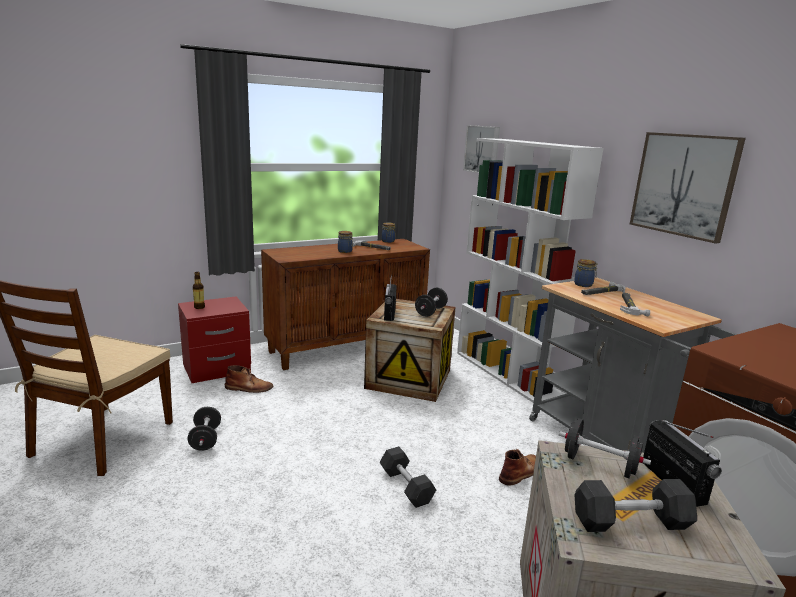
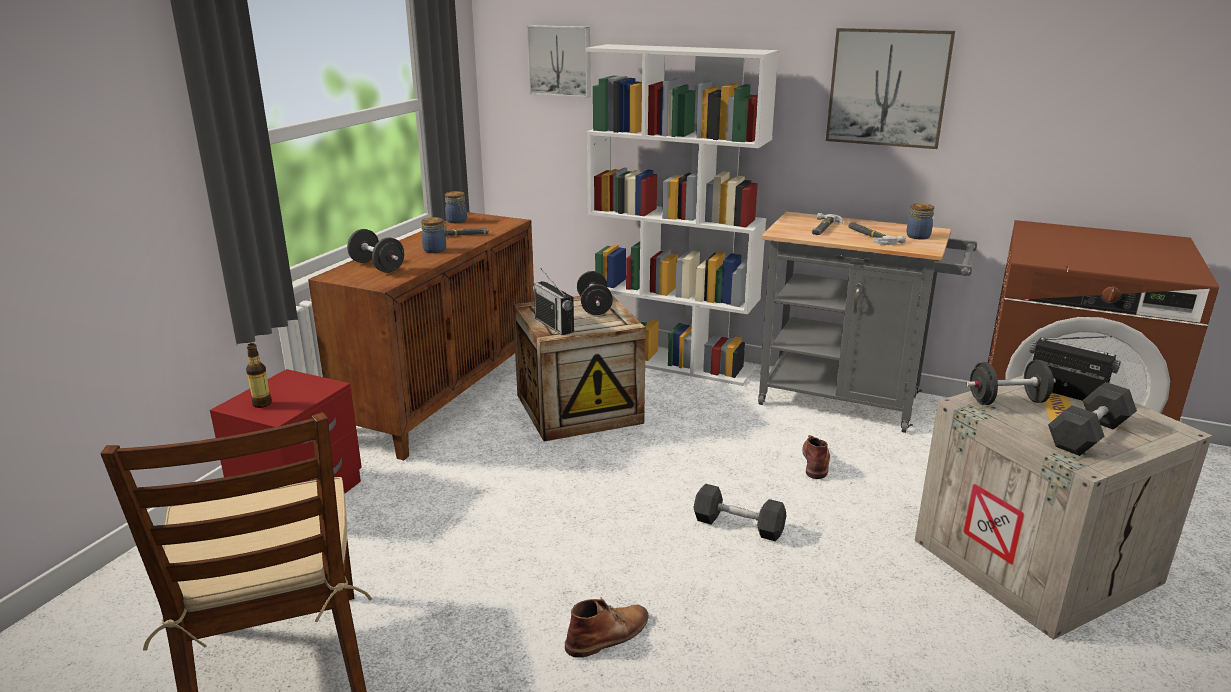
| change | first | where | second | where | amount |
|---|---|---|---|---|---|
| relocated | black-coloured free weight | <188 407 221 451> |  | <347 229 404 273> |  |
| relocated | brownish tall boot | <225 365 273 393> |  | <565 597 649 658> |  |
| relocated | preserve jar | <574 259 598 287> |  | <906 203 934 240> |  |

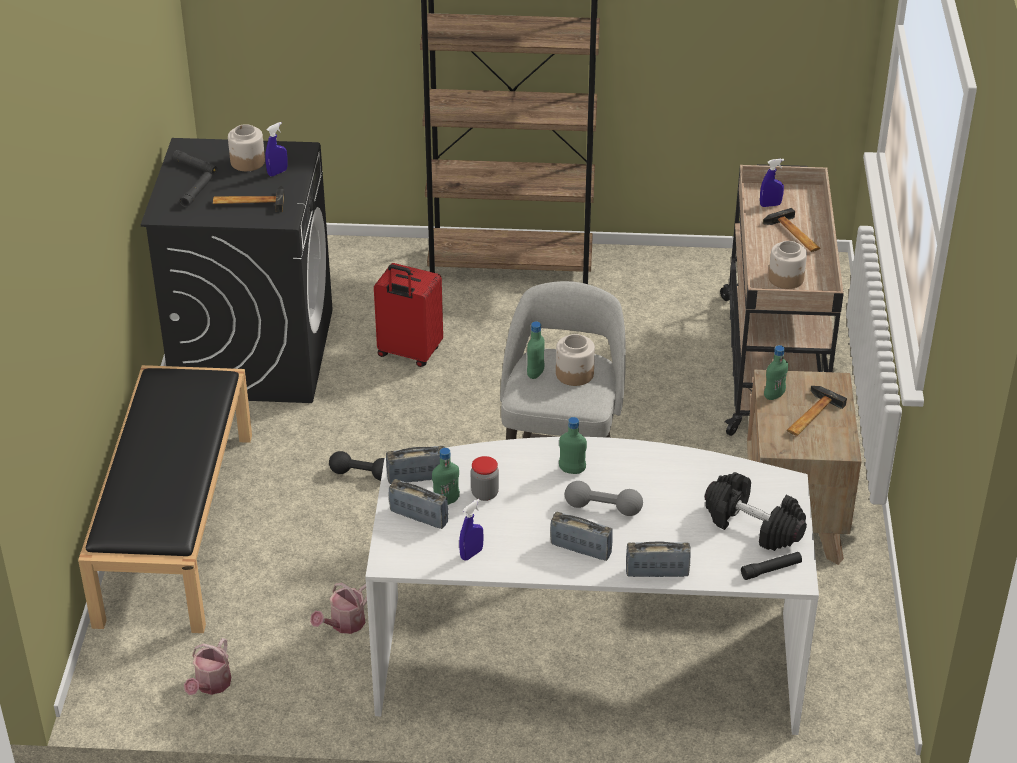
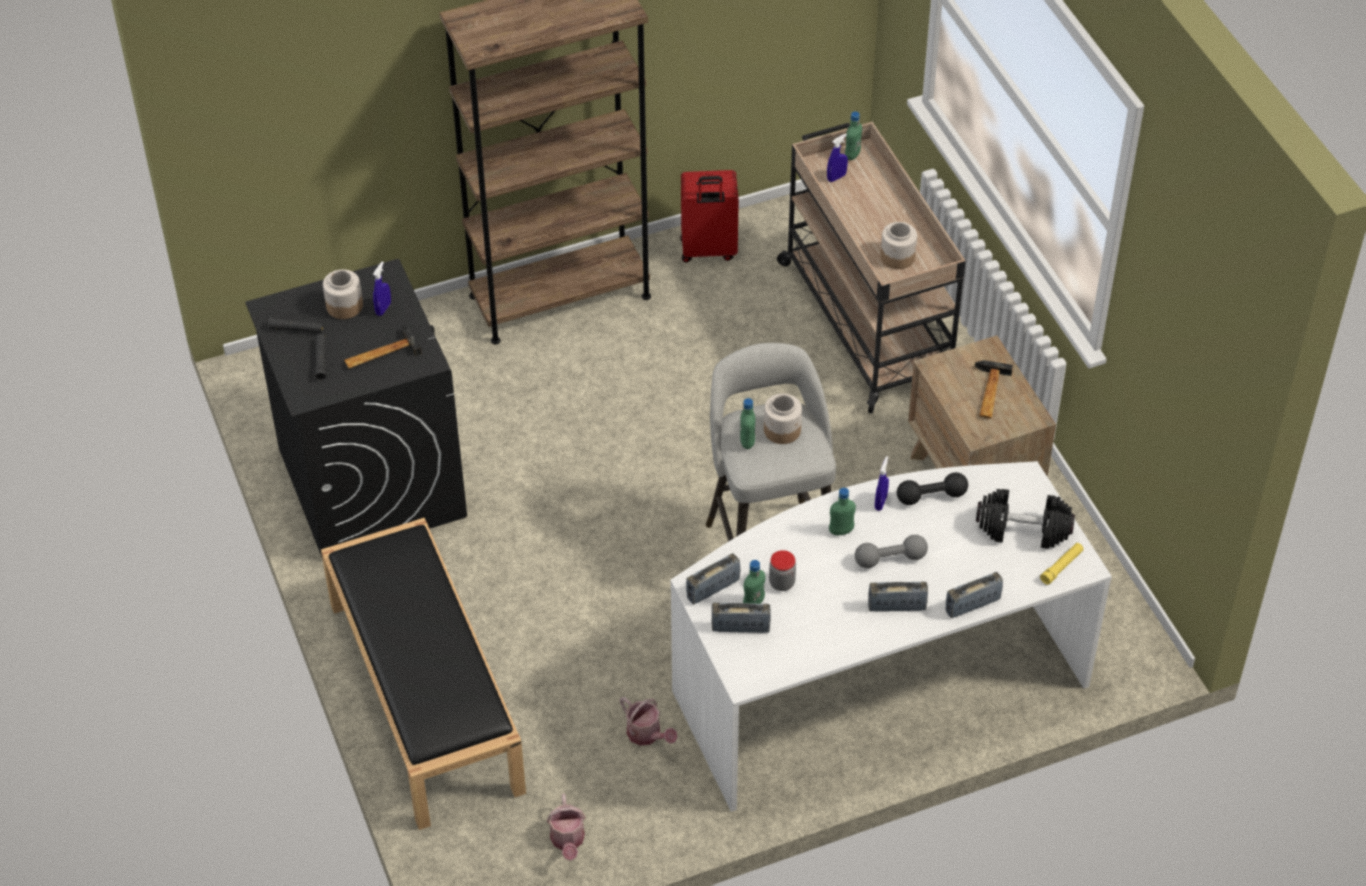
| change | first | where | second | where | amount |
|---|---|---|---|---|---|
| spun | watering can | <310 583 367 634> |  | <620 697 678 746> | 60 degrees counterclockwise |
| relocated | red-coloured suitcase | <374 263 443 367> |  | <680 170 739 262> |  |
| relocated | green-coloured bottle | <764 345 788 400> |  | <845 111 862 160> |  |
| relocated | blue spray bottle | <459 499 484 561> |  | <875 456 889 511> |  |
| relocated | black-coloured free weight | <329 451 384 481> |  | <897 472 968 505> |  |
| colour | black-coloured torch | <741 552 802 580> | yellow torch | <1040 543 1084 585> |  |
| missing | hammer | <763 208 820 252> |  |  |  |

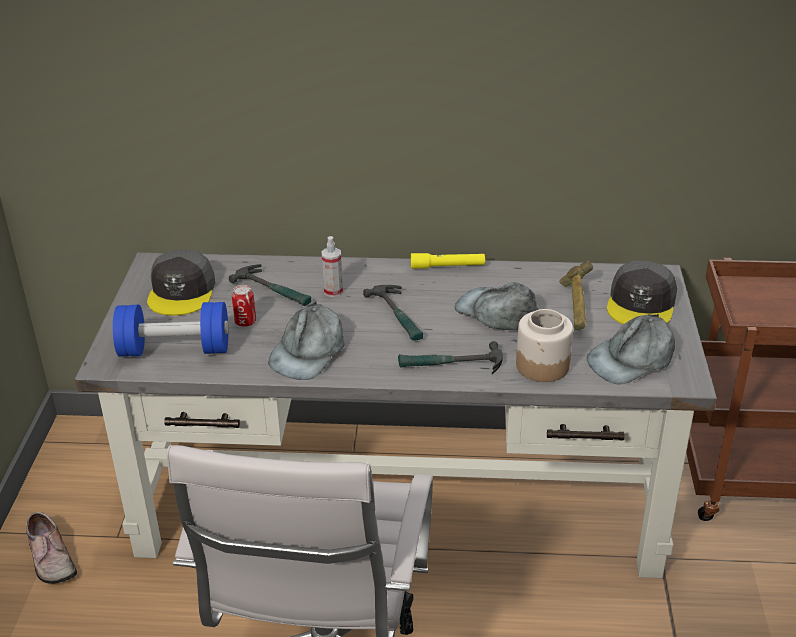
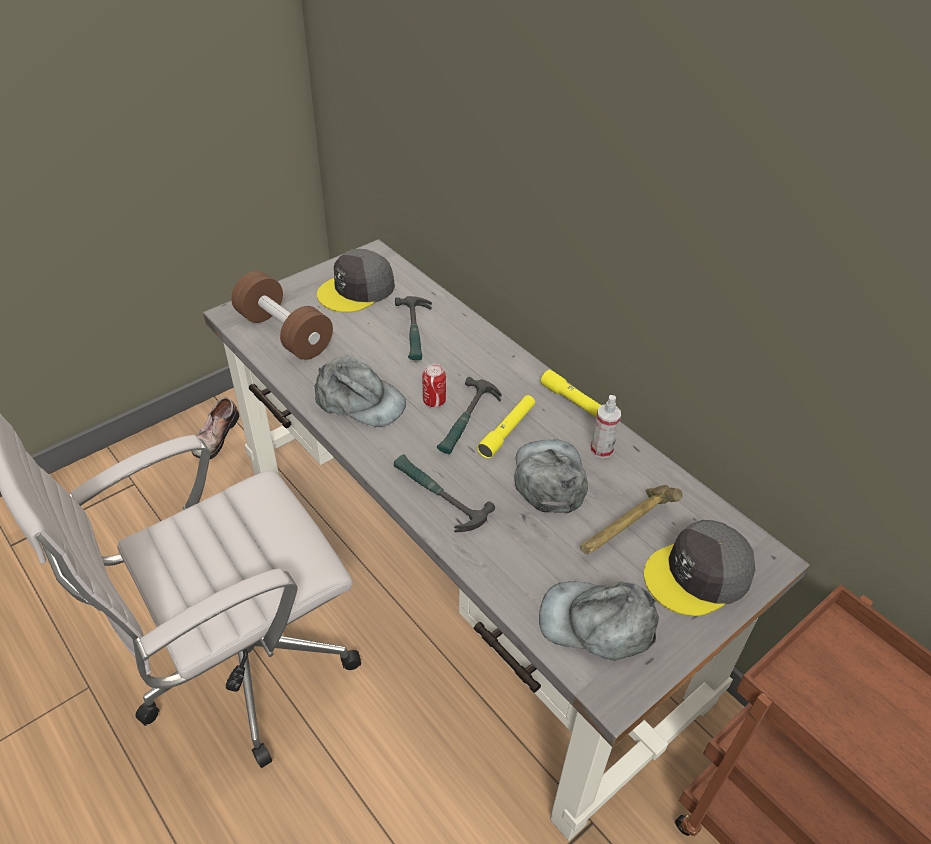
| change | first | where | second | where | amount |
|---|---|---|---|---|---|
| colour | blue free weight | <113 302 229 357> | brownish free weight | <231 271 333 360> |  |
| spun | gray peaked cap | <268 302 344 380> |  | <314 356 406 427> | 135 degrees counterclockwise |
| relocated | can | <232 285 256 327> |  | <423 364 446 407> |  |
| appeared |  |  | yellow torch | <477 395 535 458> |  |
| relocated | spray bottle | <321 236 343 297> |  | <591 395 621 459> |  |
| missing | preserve jar | <516 309 573 382> |  |  |  |

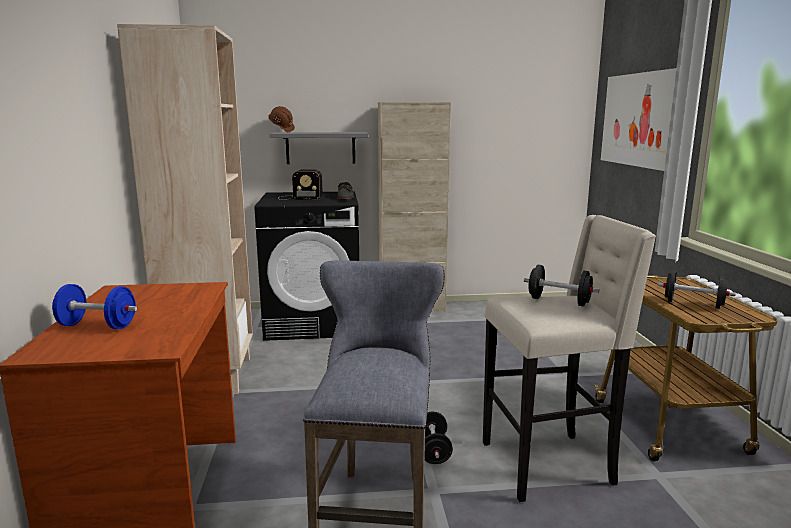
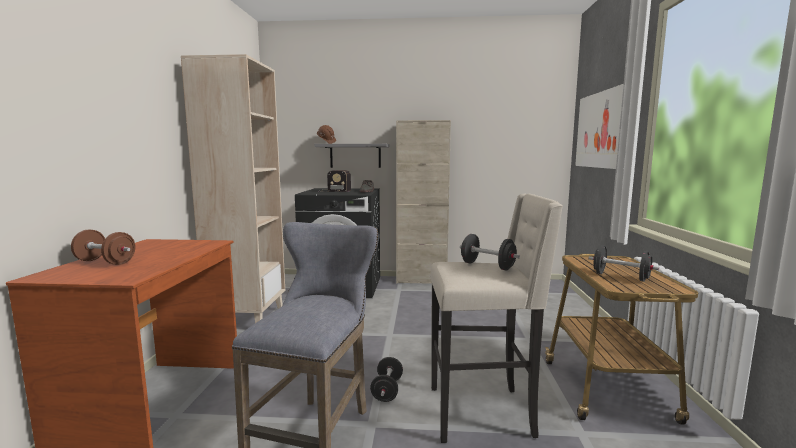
| change | first | where | second | where | amount |
|---|---|---|---|---|---|
| colour | blue free weight | <52 284 137 329> | brownish free weight | <71 230 135 265> |  |

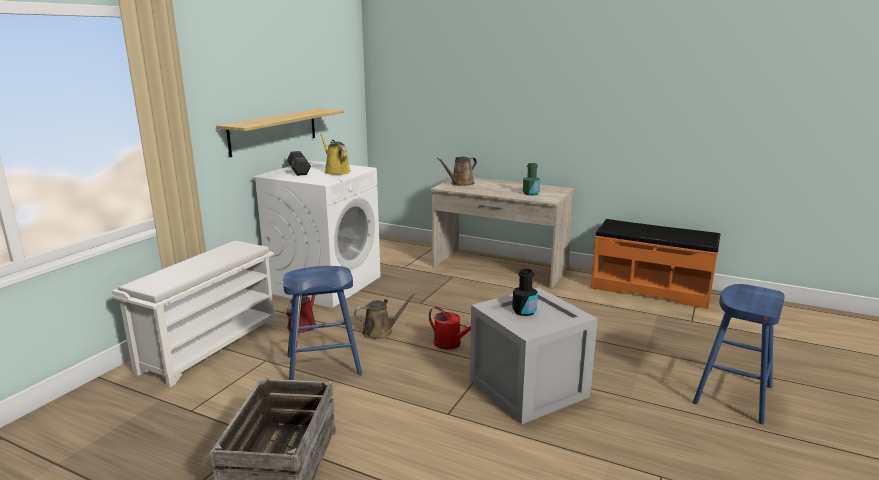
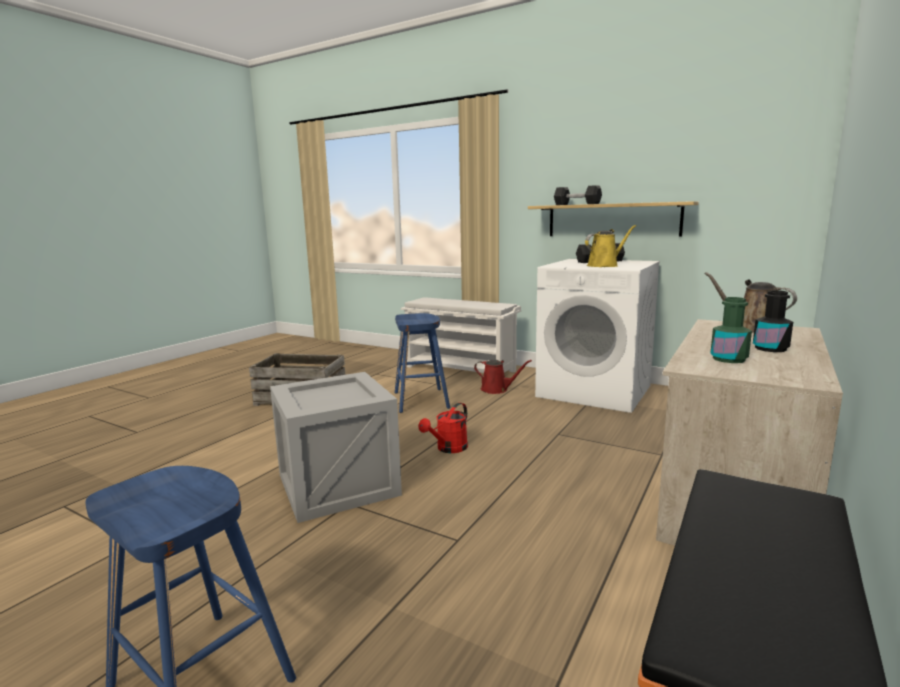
| change | first | where | second | where | amount |
|---|---|---|---|---|---|
| appeared |  |  | gray free weight | <554 185 602 205> |  |
| relocated | black-coloured bottle | <512 269 538 316> |  | <753 290 793 352> |  |
| missing | brownish watering can | <354 292 417 339> |  |  |  |

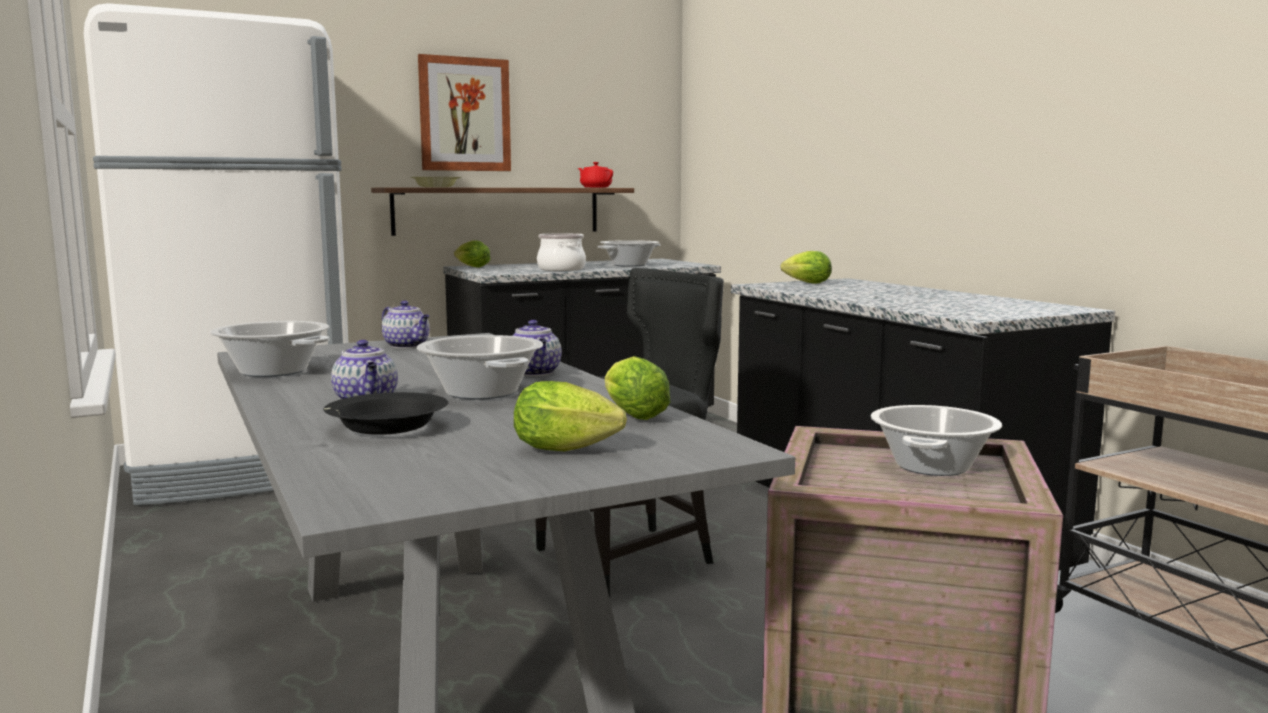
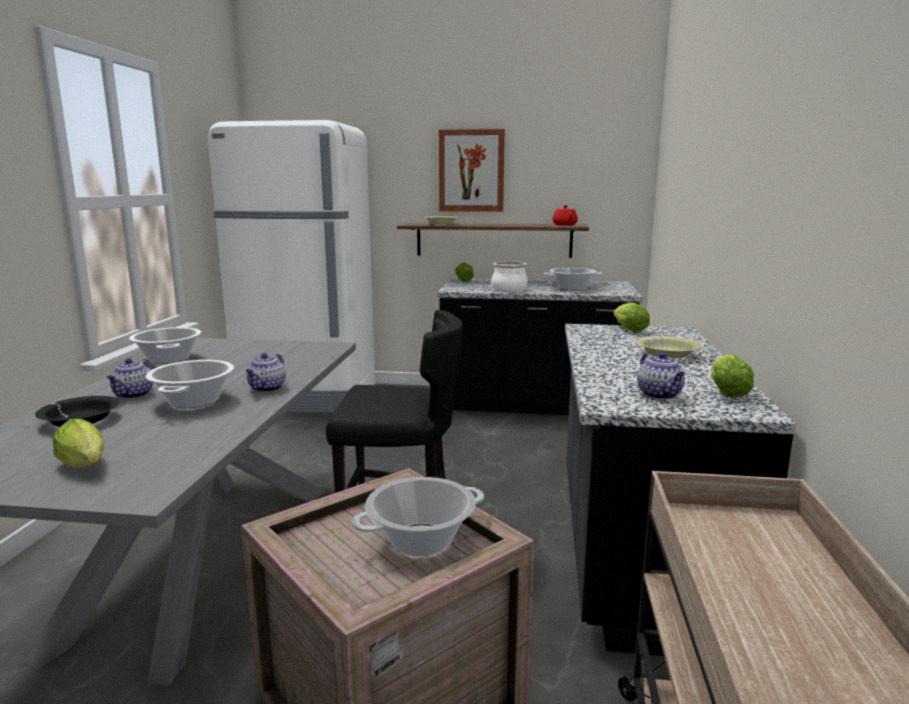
| change | first | where | second | where | amount |
|---|---|---|---|---|---|
| appeared |  |  | yellow deep dish | <636 336 701 358> |  |
| relocated | pot for tea | <381 301 430 348> |  | <637 352 685 400> |  |
| relocated | head of lettuce | <605 356 671 420> |  | <711 355 754 398> |  |

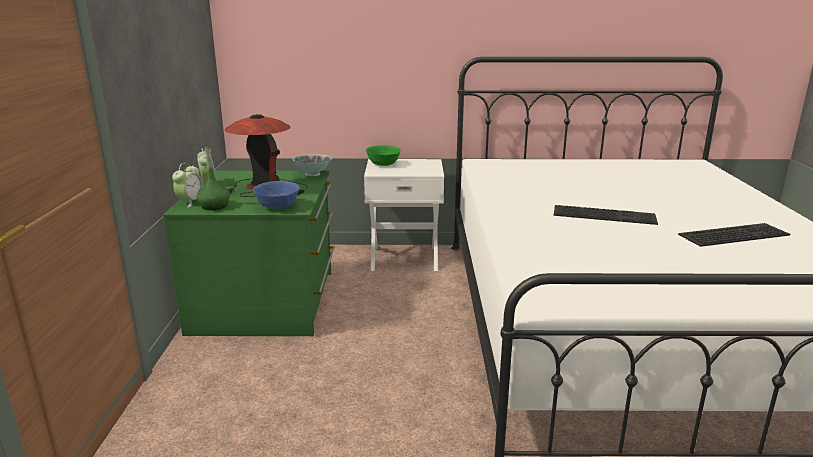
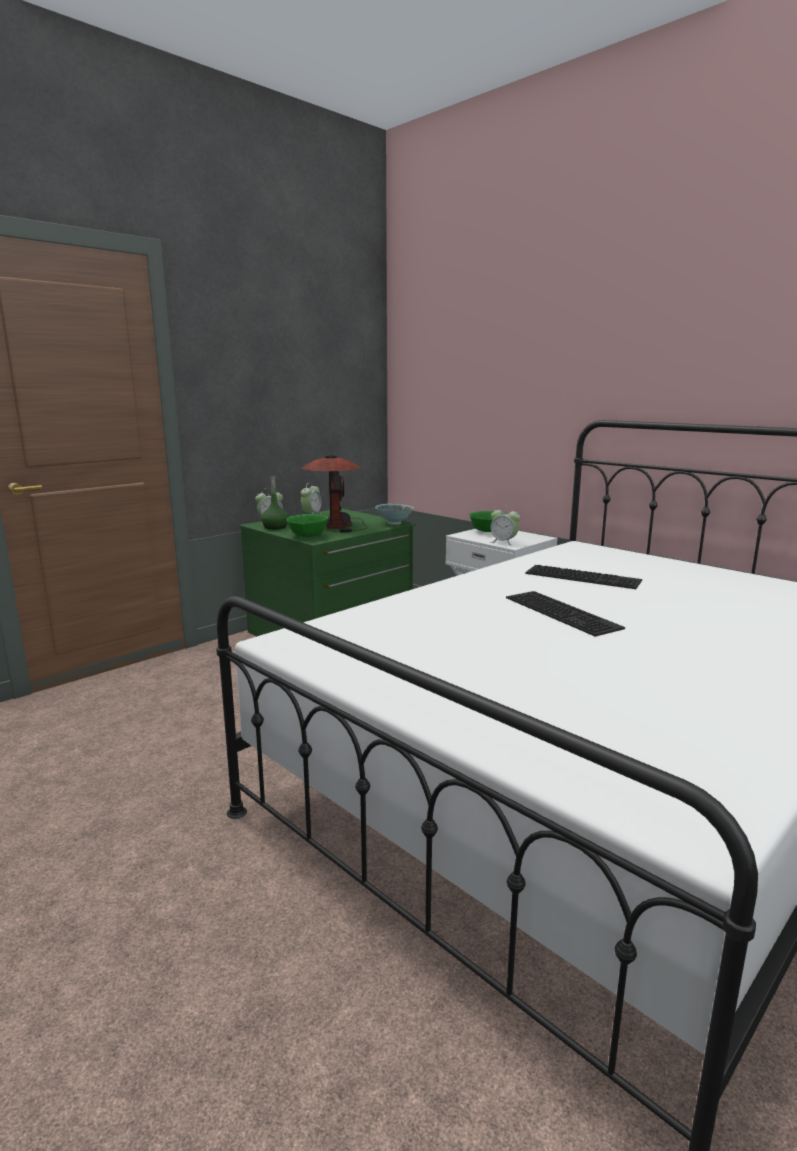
| change | first | where | second | where | amount |
|---|---|---|---|---|---|
| colour | blue deep dish | <253 181 300 209> | green-coloured deep dish | <286 514 328 537> |  |
| appeared |  |  | alarm clock | <490 506 520 546> |  |
| relocated | computer keyboard | <678 223 790 247> |  | <525 565 642 589> |  |

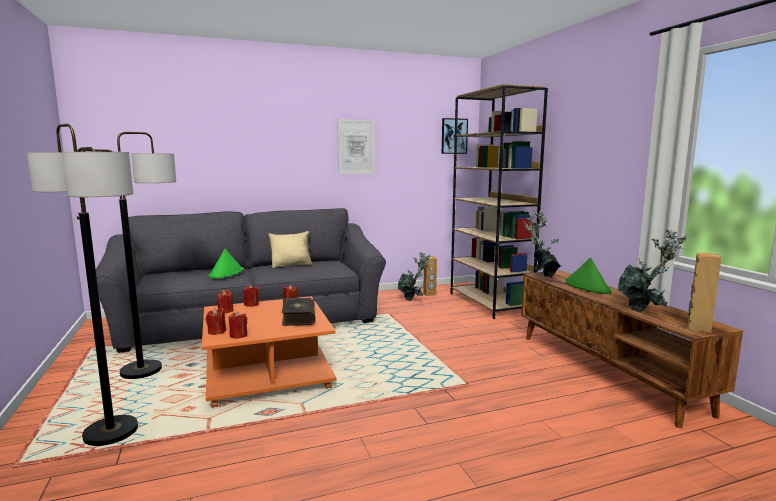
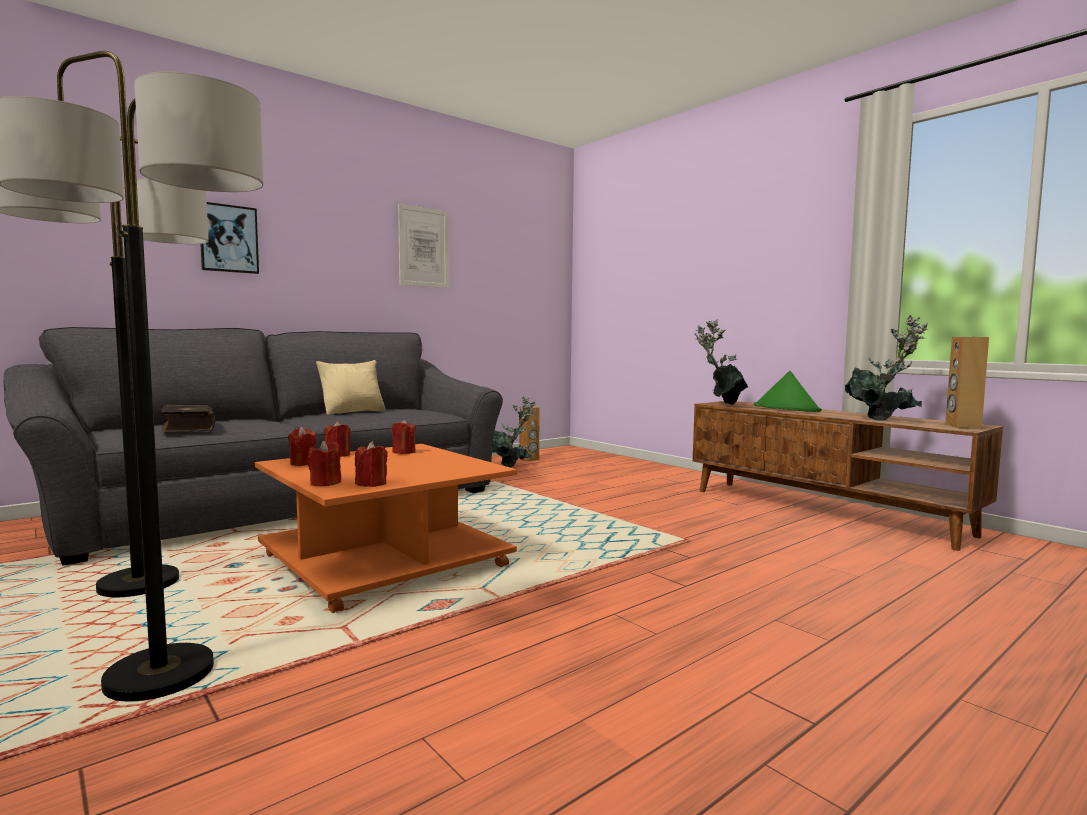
| change | first | where | second | where | amount |
|---|---|---|---|---|---|
| relocated | volume | <282 298 315 326> |  | <161 404 215 432> |  |
| relocated | wall art | <442 118 468 154> |  | <200 202 259 274> |  |
| missing | green-coloured clothing hat | <208 248 244 278> |  |  |  |
| missing | brownish bookcase | <451 84 548 319> |  |  |  |

